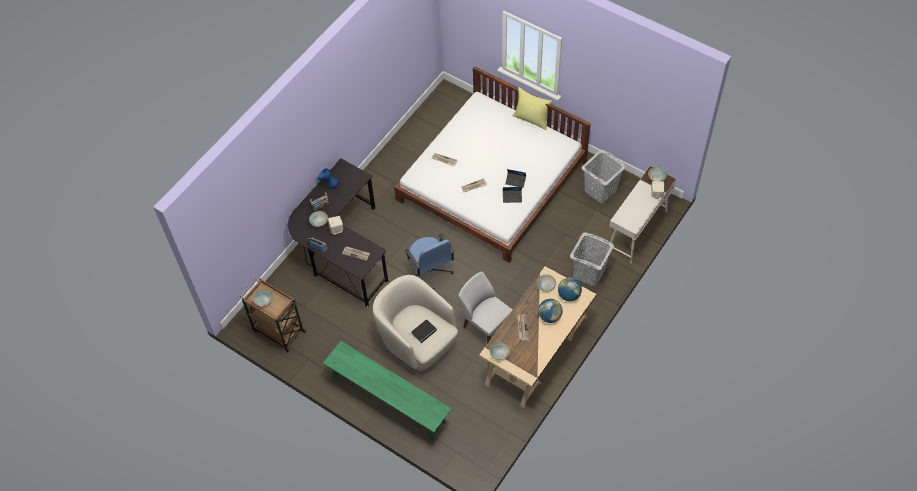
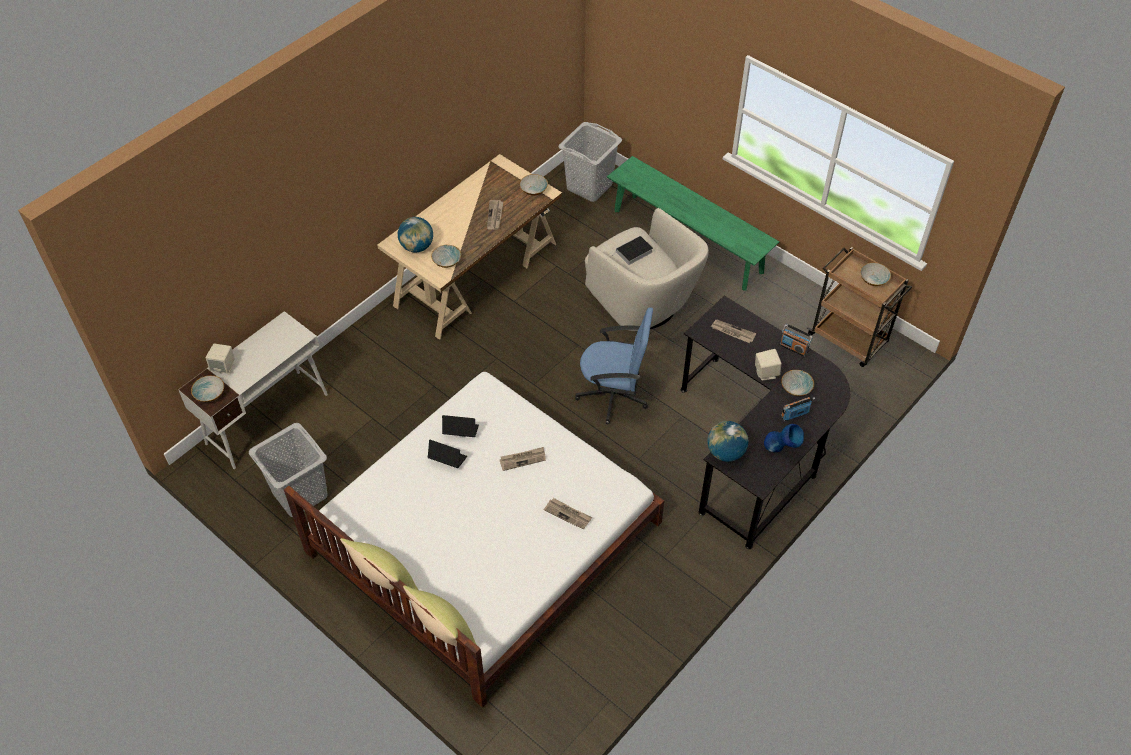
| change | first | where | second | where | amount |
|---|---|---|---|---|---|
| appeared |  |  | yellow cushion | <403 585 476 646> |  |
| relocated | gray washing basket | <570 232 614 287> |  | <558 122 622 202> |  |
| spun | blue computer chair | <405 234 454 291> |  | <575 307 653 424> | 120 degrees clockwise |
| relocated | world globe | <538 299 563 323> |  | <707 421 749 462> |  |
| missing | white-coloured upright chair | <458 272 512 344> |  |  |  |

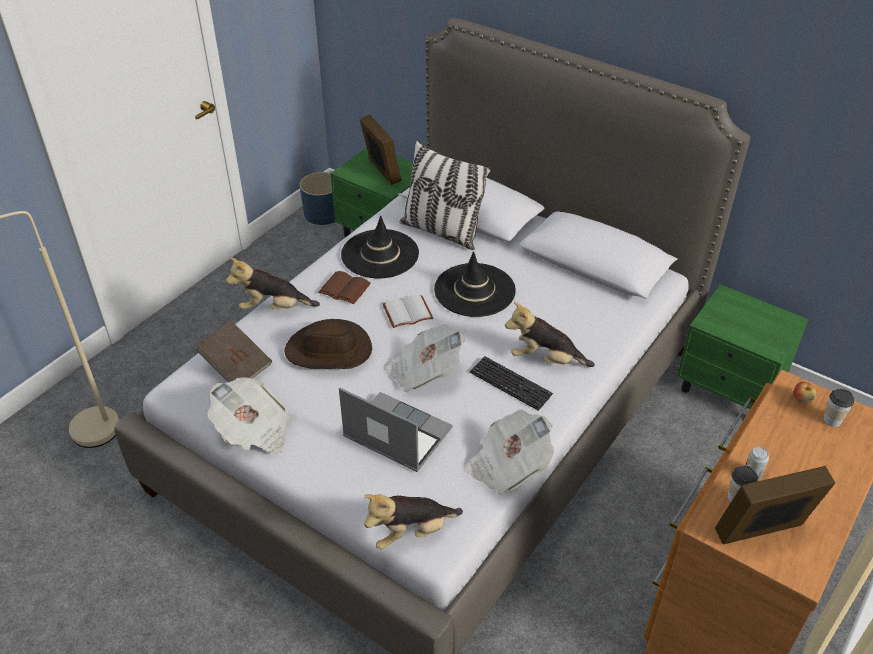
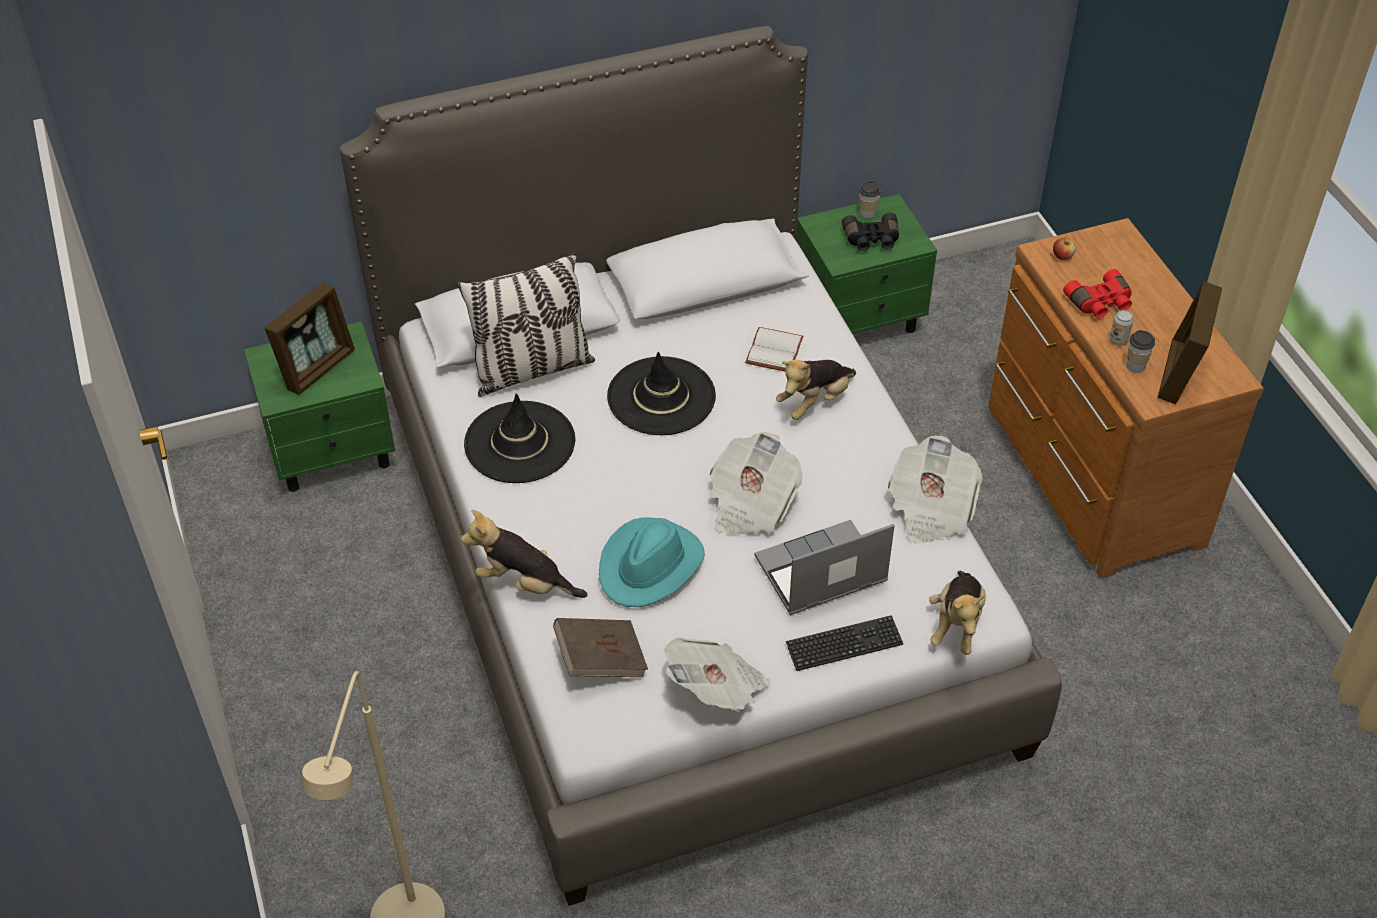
| change | first | where | second | where | amount |
|---|---|---|---|---|---|
| spun | standing frame | <360 114 402 185> |  | <265 283 355 395> | 120 degrees clockwise |
| spun | soft toy | <226 258 320 309> |  | <461 510 587 598> | 75 degrees clockwise |
| colour | brownish clothing hat | <284 319 372 369> | blue-green clothing hat | <599 517 705 607> |  |
| relocated | white-coloured volume | <383 295 433 328> |  | <745 327 804 371> |  |
| relocated | computer keyboard | <470 356 553 411> |  | <786 615 903 671> |  |
| appeared |  |  | black-coloured field glasses | <842 213 899 251> |  |
| relocated | small cup | <823 389 854 427> |  | <859 181 881 219> |  |
| appeared |  |  | red-coloured field glasses | <1063 269 1132 318> |  |
| missing | blue planter | <300 172 335 225> |  |  |  |
| missing | brownish volume | <318 271 371 304> |  |  |  |

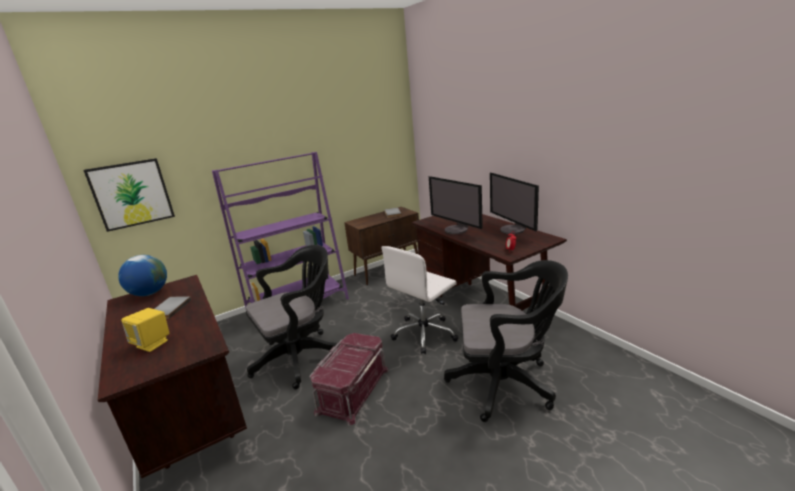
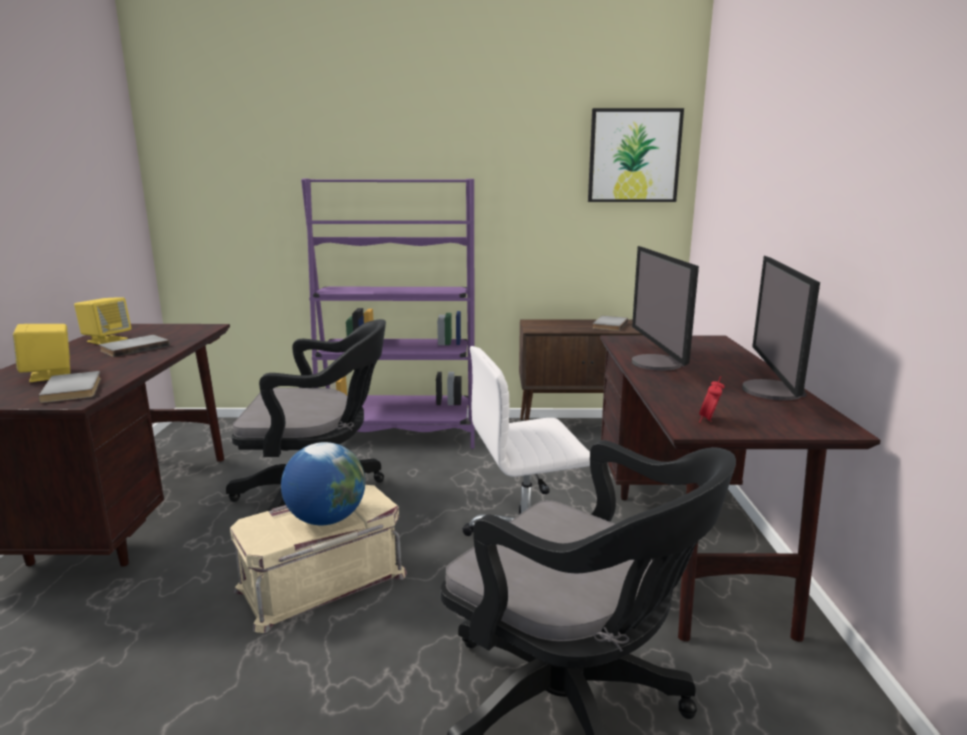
| change | first | where | second | where | amount |
|---|---|---|---|---|---|
| appeared |  |  | gray volume | <38 371 101 403> |  |
| appeared |  |  | yellow loudspeaker | <74 297 132 345> |  |
| colour | red-coloured storage container | <310 333 389 425> | beige-coloured storage container | <230 485 407 633> |  |
| relocated | world globe | <118 255 167 296> |  | <281 442 365 525> |  |
| relocated | wall art | <83 158 175 232> |  | <588 108 684 202> |  |

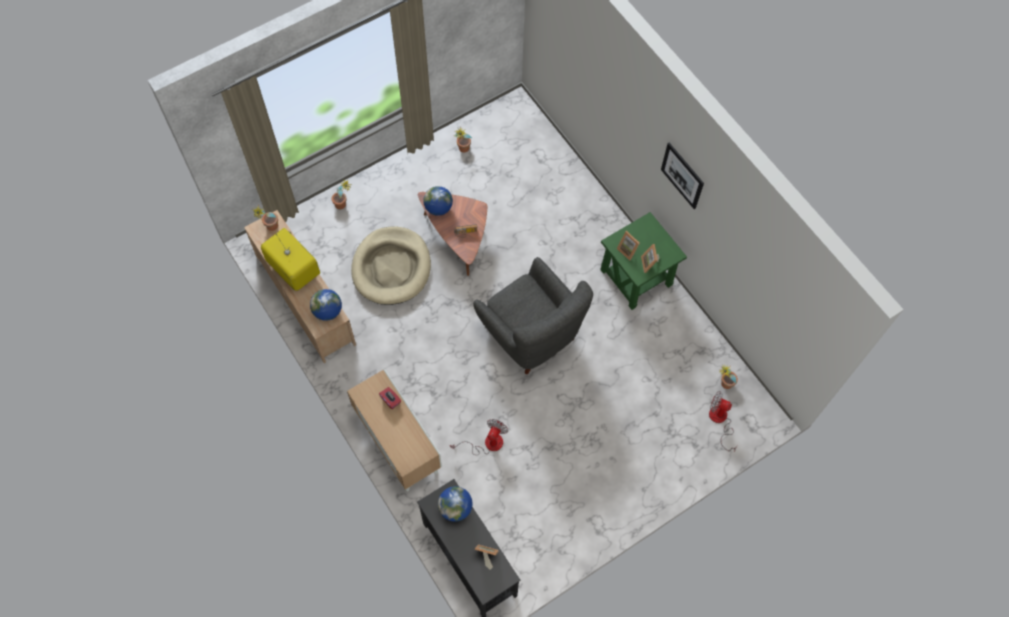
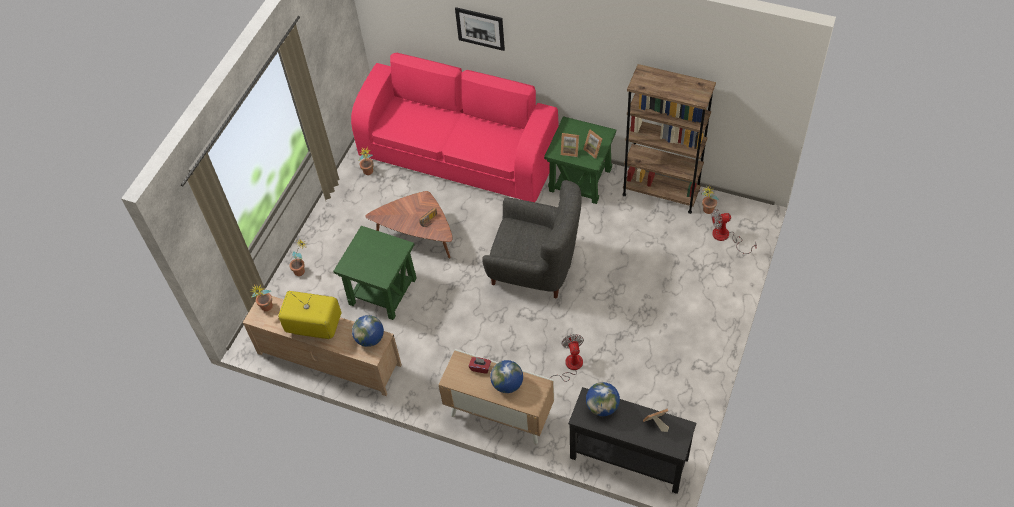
| change | first | where | second | where | amount |
|---|---|---|---|---|---|
| exchanged | beige-coloured dog bed | <351 227 431 305> | green-coloured end table | <333 226 417 320> |  |
| appeared |  |  | pinkish settee | <351 53 559 202> |  |
| relocated | wall art | <661 143 704 209> |  | <455 7 505 51> |  |
| relocated | world globe | <423 186 453 216> |  | <490 360 523 393> |  |
| appeared |  |  | brownish bookcase | <622 64 716 214> |  |

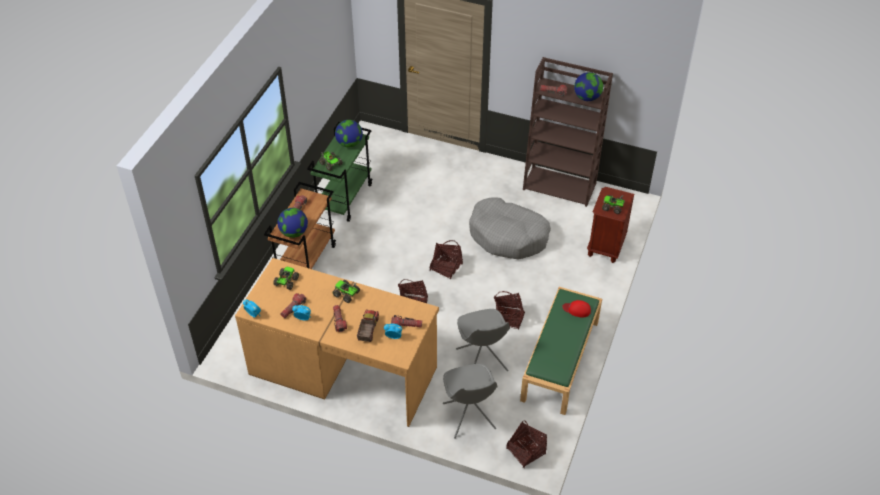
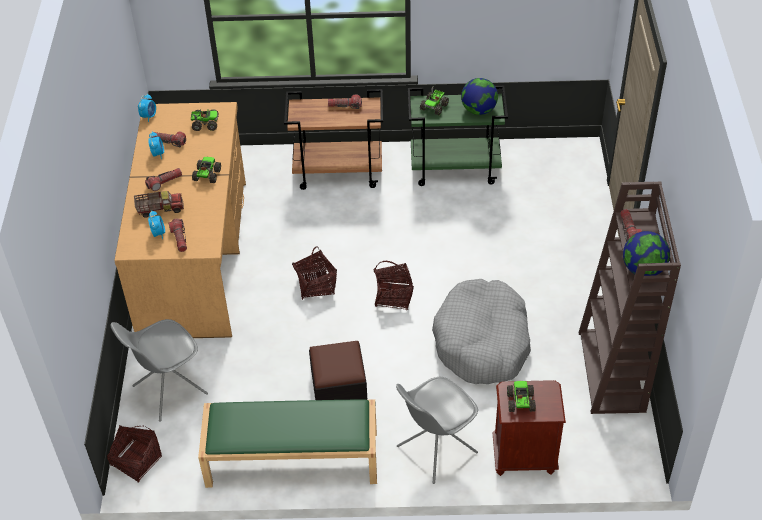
| change | first | where | second | where | amount |
|---|---|---|---|---|---|
| exchanged | household basket | <494 291 525 329> | ottoman | <309 341 367 400> |  |
| relocated | gray upright chair | <456 309 510 371> |  | <396 377 478 484> |  |
| missing | world globe | <278 208 308 238> |  |  |  |
| missing | red-coloured peaked cap | <562 300 591 317> |  |  |  |

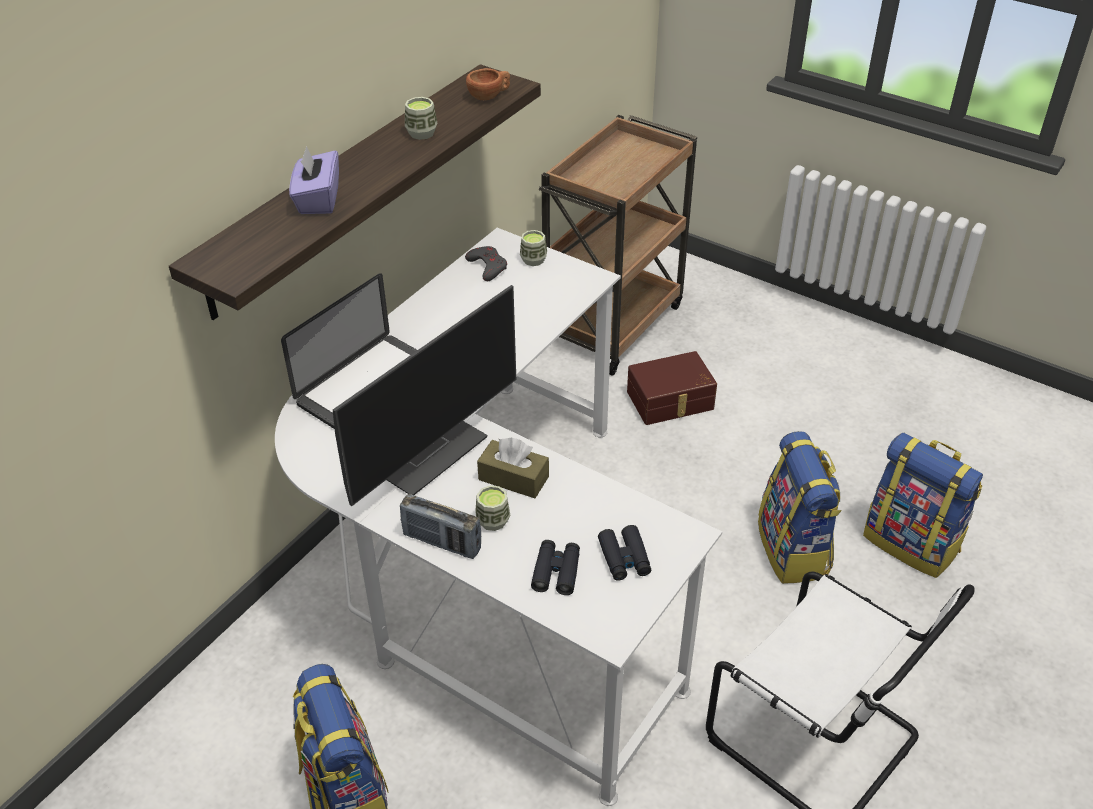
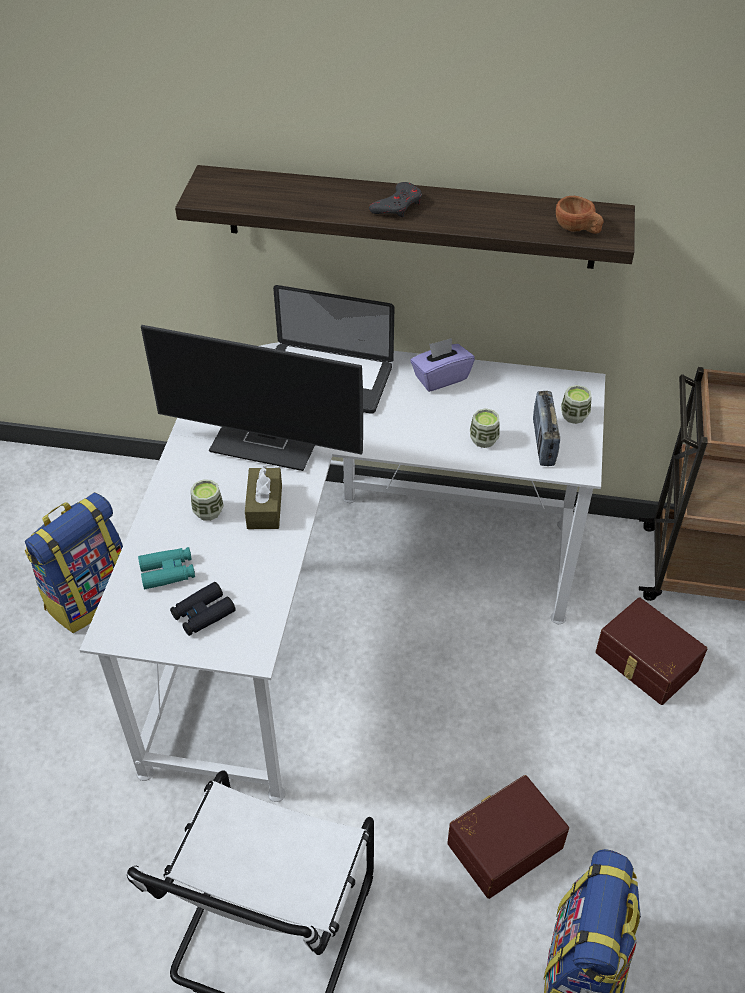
| change | first | where | second | where | amount |
|---|---|---|---|---|---|
| colour | black-coloured field glasses | <531 540 580 595> | blue-green field glasses | <138 547 195 589> |  |
| relocated | gray gamepad | <465 246 507 281> |  | <369 182 422 218> |  |
| relocated | purple tissue holder | <289 146 339 214> |  | <410 338 475 392> |  |
| exchanged | rucksack | <758 431 842 584> | brownish storage container | <447 775 569 899> |  |
| relocated | small cup | <405 97 437 140> |  | <470 408 500 448> |  |
| relocated | radio receiver | <400 494 481 559> |  | <533 391 560 466> |  |

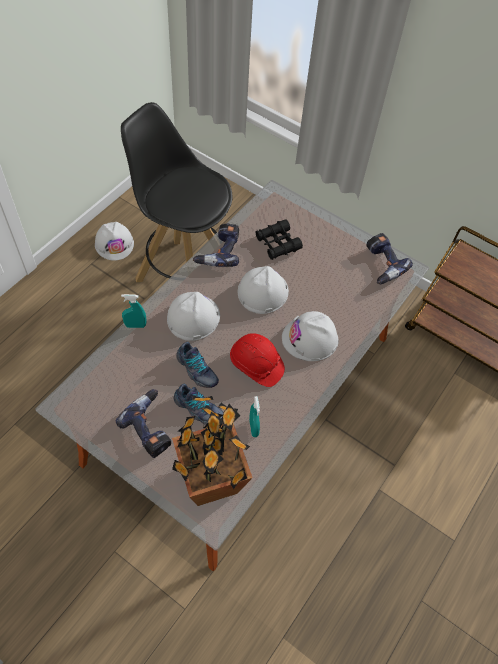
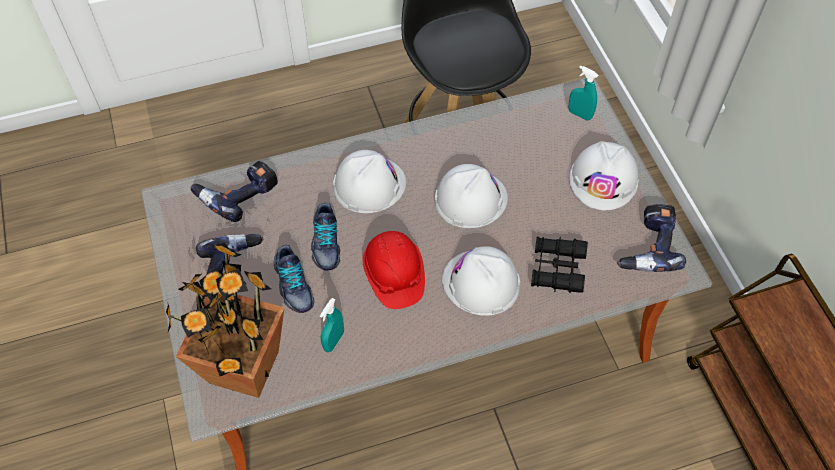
| change | first | where | second | where | amount |
|---|---|---|---|---|---|
| relocated | power drill | <193 224 239 267> |  | <191 161 278 222> |  |
| relocated | black-coloured field glasses | <256 219 303 260> |  | <531 237 588 293> |  |
| relocated | blue-green spray bottle | <121 294 147 328> |  | <569 65 599 121> |  |
| relocated | white-coloured safety helmet | <95 222 134 261> |  | <569 141 639 210> |  |

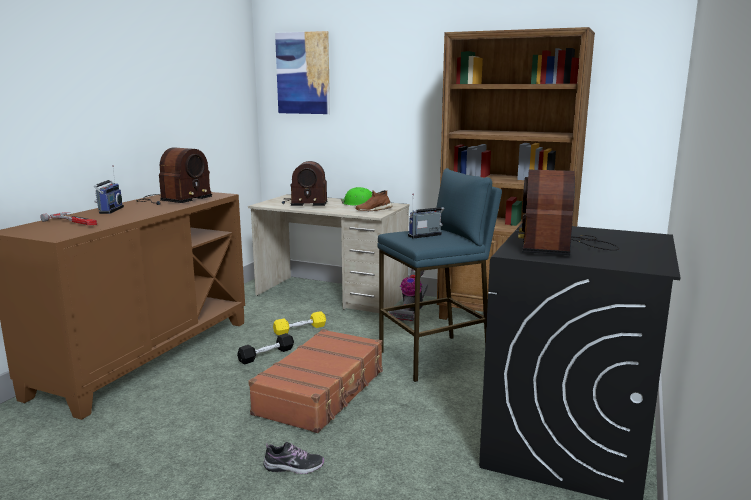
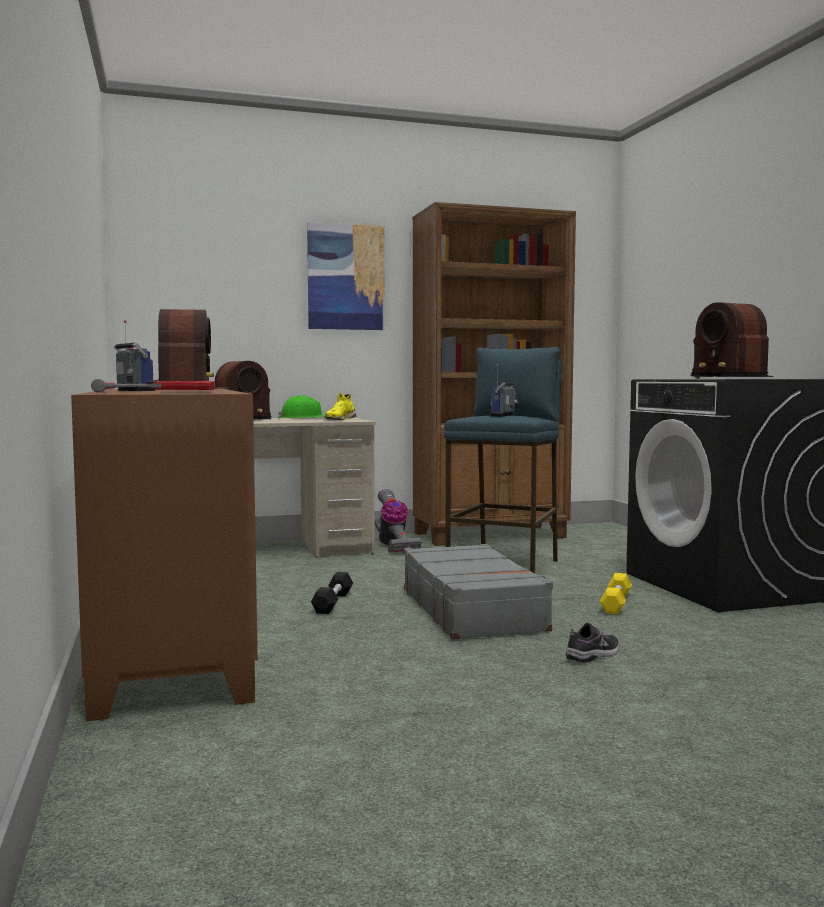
| change | first | where | second | where | amount |
|---|---|---|---|---|---|
| relocated | wall art | <275 31 330 114> |  | <307 222 385 330> |  |
| colour | brownish low shoe | <356 190 393 211> | yellow low shoe | <324 393 357 420> |  |
| colour | brownish suitcase | <248 329 383 433> | gray suitcase | <404 544 553 640> |  |
| relocated | yellow free weight | <273 311 326 335> |  | <600 573 632 614> |  |

